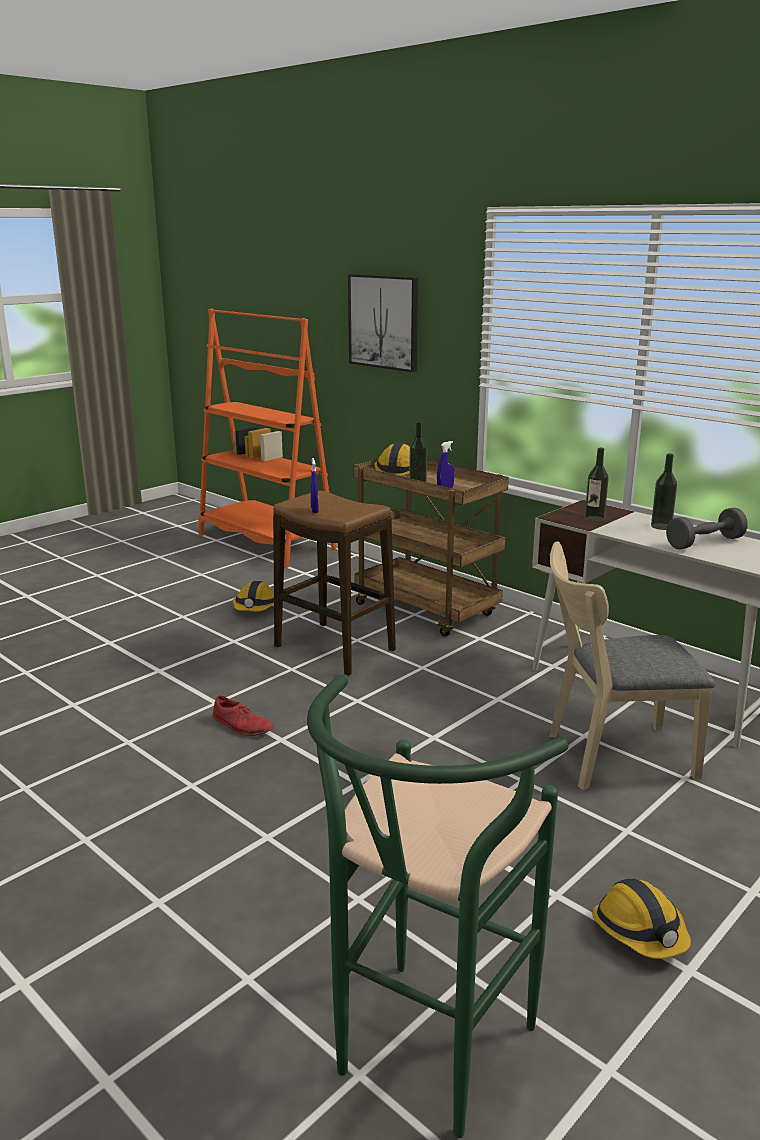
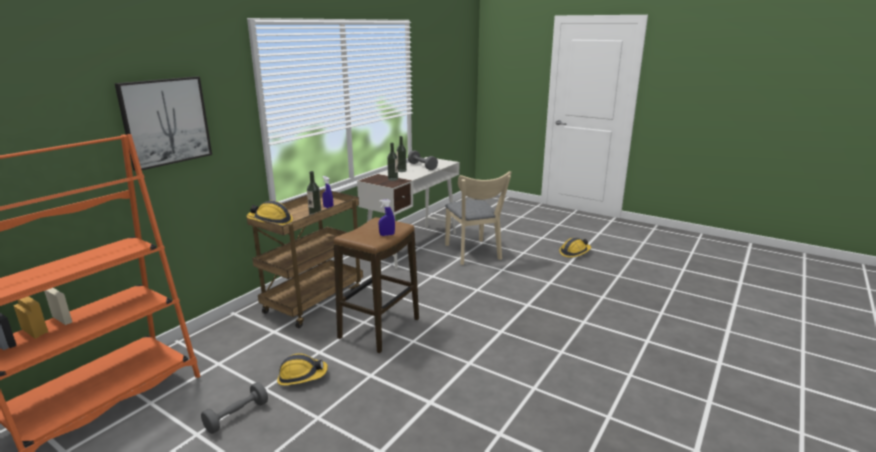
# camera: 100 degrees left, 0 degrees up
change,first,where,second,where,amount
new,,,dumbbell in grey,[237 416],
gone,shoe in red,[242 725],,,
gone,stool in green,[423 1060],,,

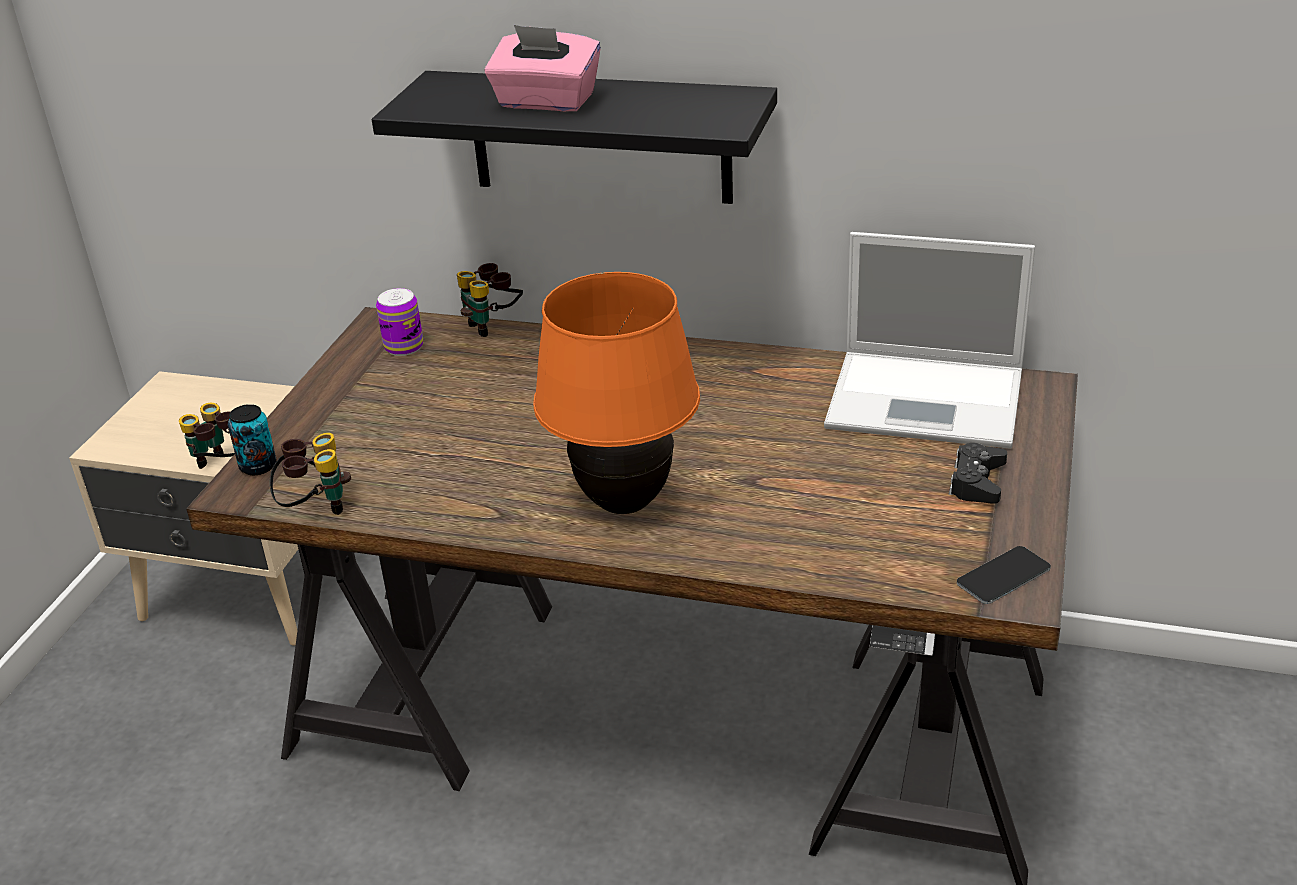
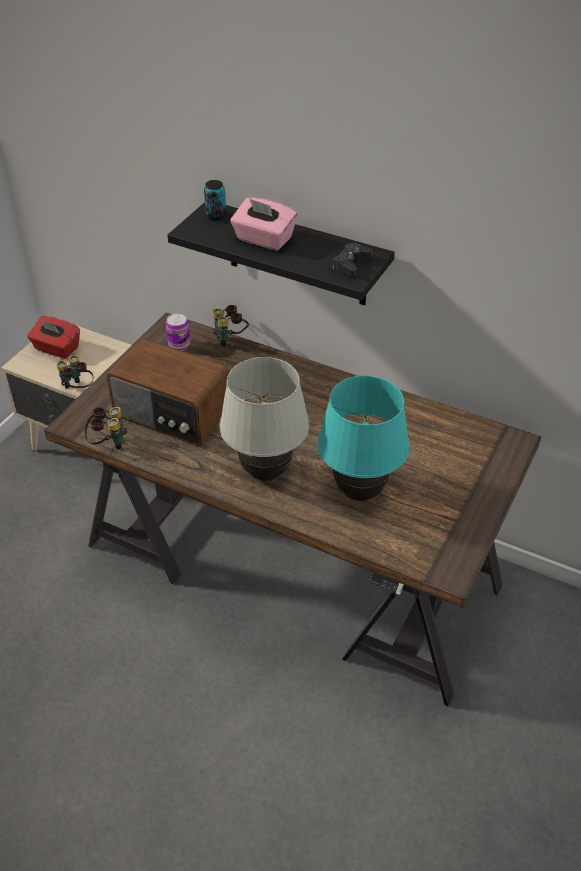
# camera: 10 degrees right, 10 degrees up
change,first,where,second,where,amount
new,,,tissue box in red,[56 348],
new,,,radio,[172 414],
shifted,can,[258 466],,[216 215],
repainted,table lamp in orange,[625 503],table lamp in white,[266 473],
new,,,table lamp in turquoise,[360 492],
shifted,game controller in black,[977 482],,[351 264],
gone,laptop,[929 399],,,
gone,phone,[1003 576],,,

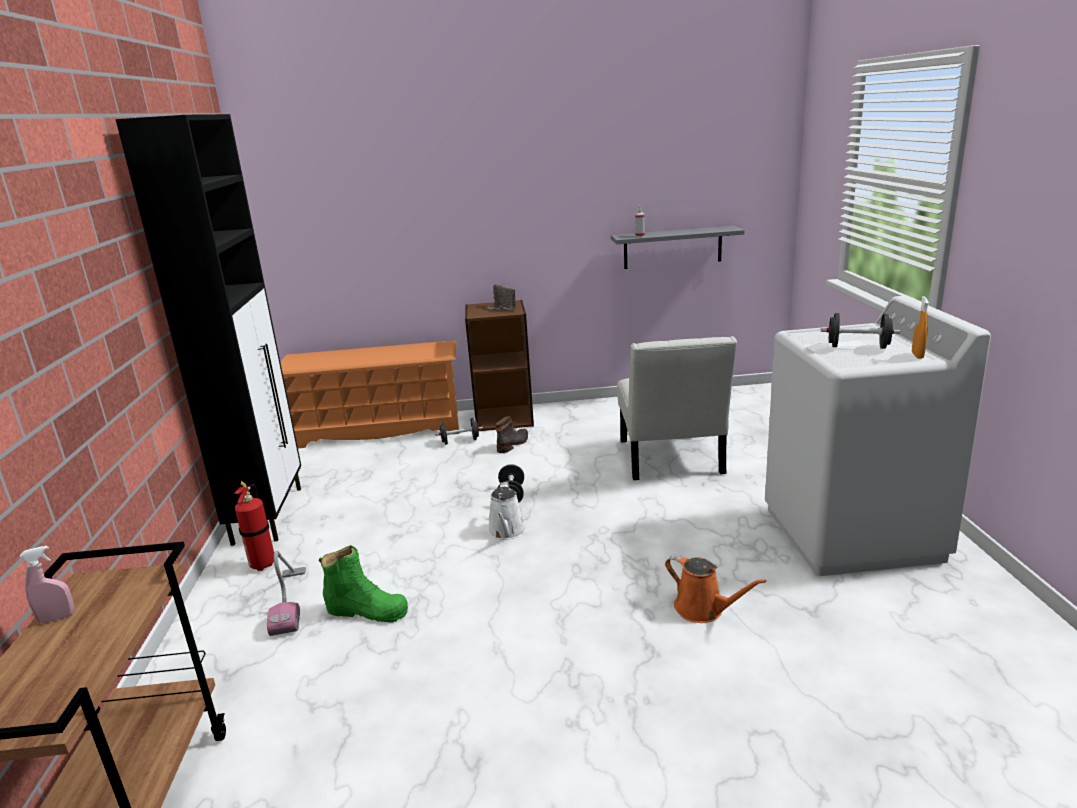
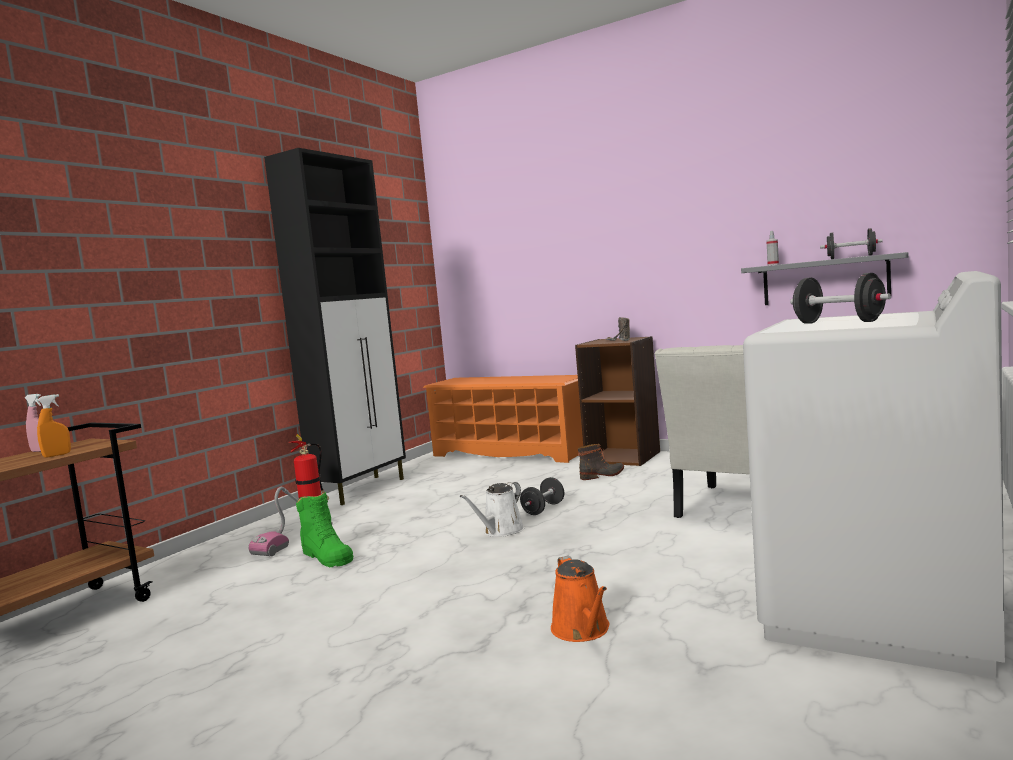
# camera: 35 degrees right, 15 degrees down
change,first,where,second,where,amount
shifted,spray bottle in orange,[917 355],,[57 455],
shifted,dumbbell in black,[460 441],,[851 257],

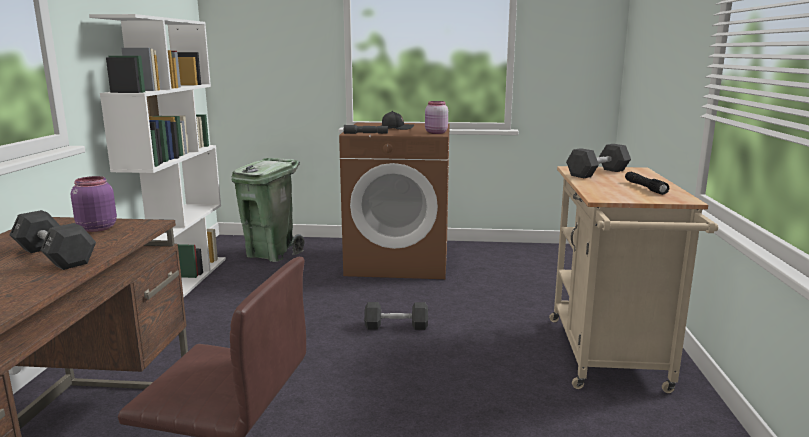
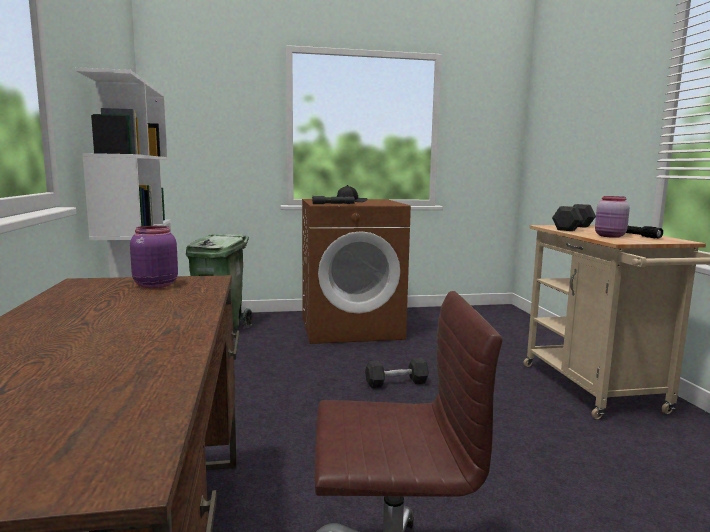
# camera: 15 degrees left, 5 degrees down
change,first,where,second,where,amount
shifted,jar in pink,[436 133],,[610 236],
gone,dumbbell in black,[55 256],,,

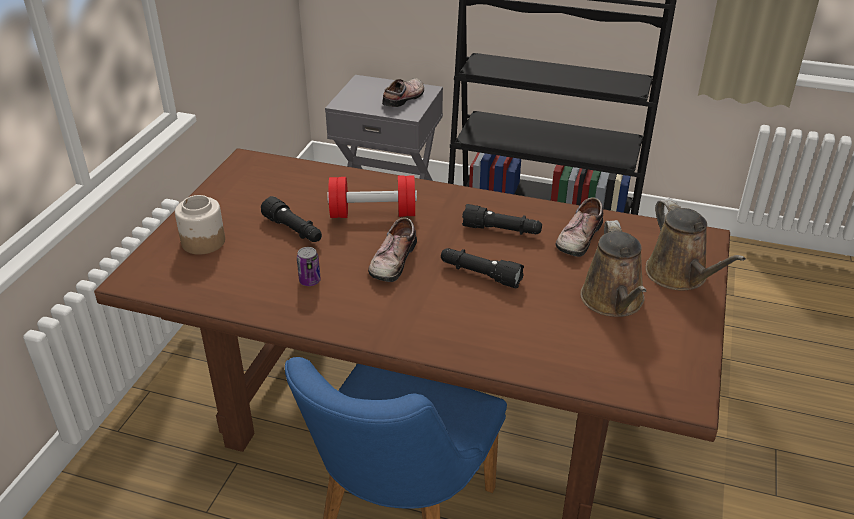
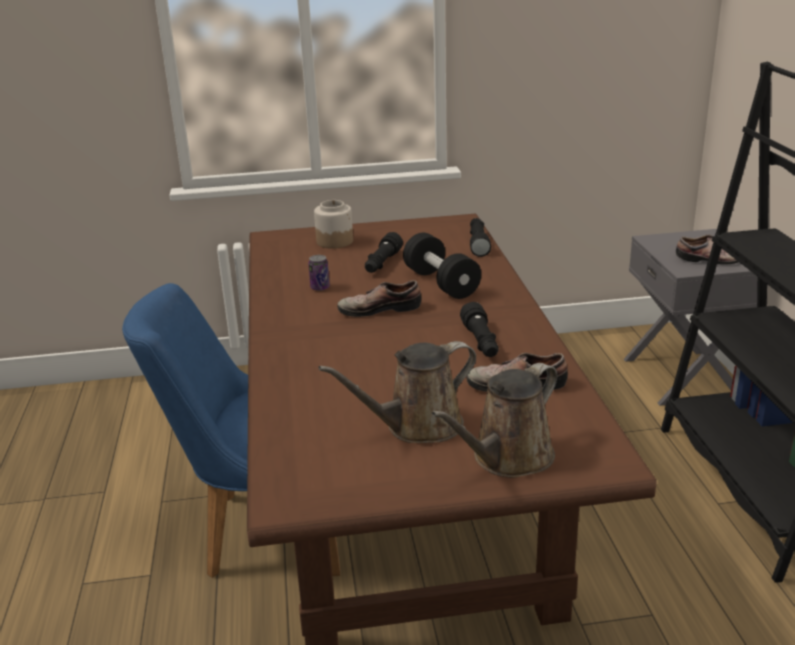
# camera: 65 degrees right, 10 degrees down
change,first,where,second,where,amount
repainted,dumbbell in red,[373 213],dumbbell in black,[441 283],
shifted,flashlight in black,[480 274],,[478 243],

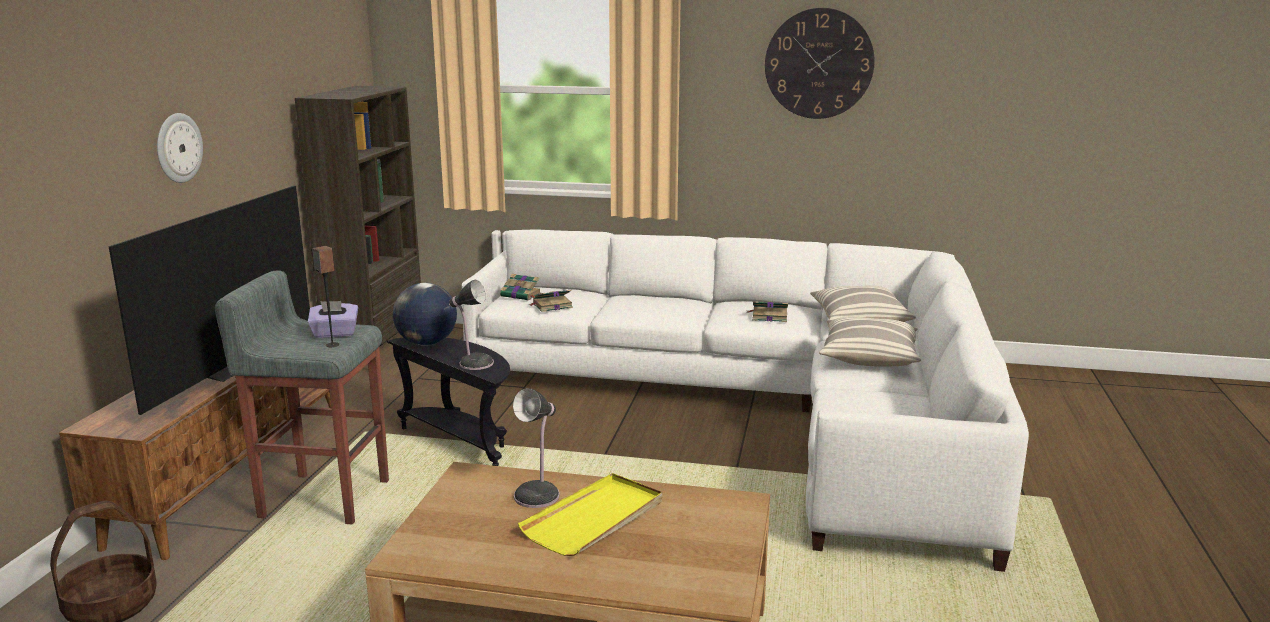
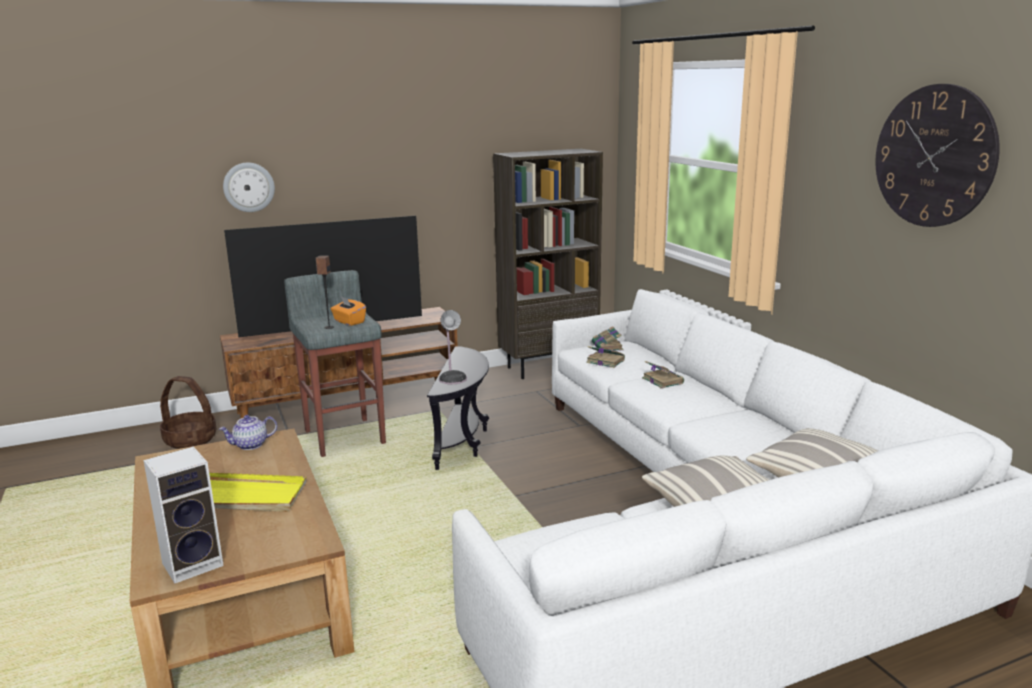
# camera: 55 degrees right, 0 degrees up
change,first,where,second,where,amount
new,,,speaker,[194 563],
new,,,teapot,[250 445],
shifted,wall clock,[178 148],,[249 187],
repainted,tissue box in purple,[335 334],tissue box in orange,[349 322],
shifted,book,[768 316],,[662 380],
gone,globe,[426 343],,,
gone,table lamp,[539 495],,,

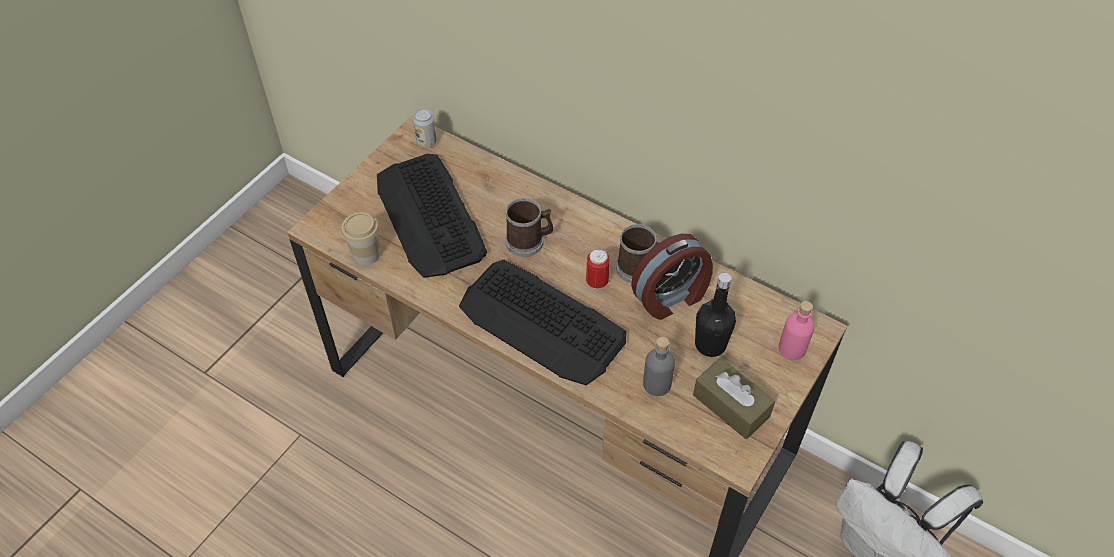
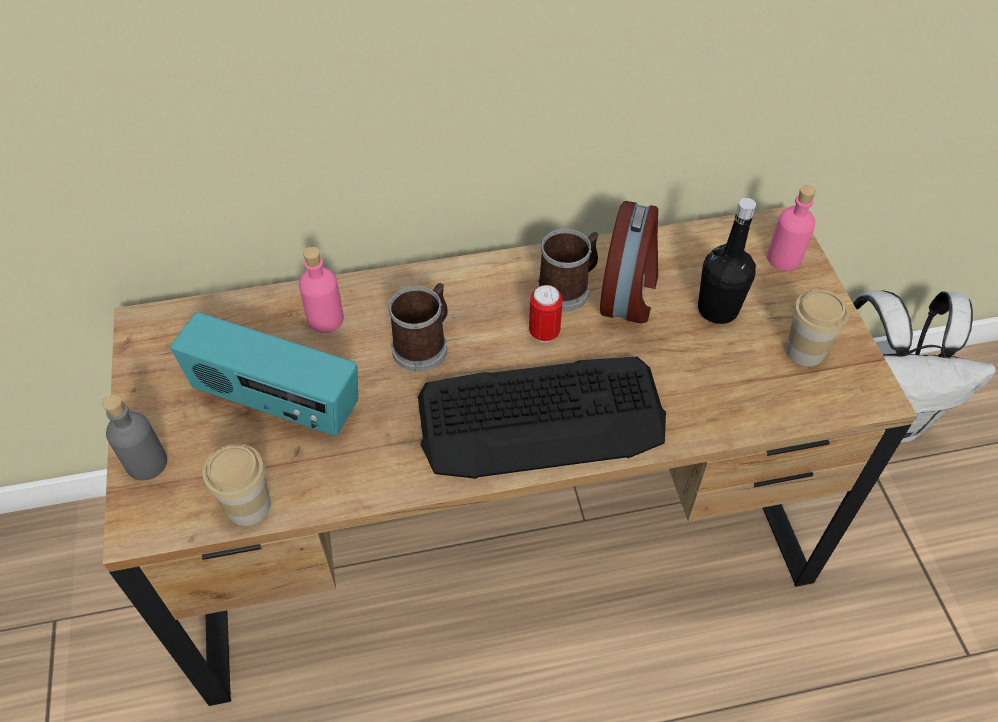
# camera: 45 degrees left, 0 degrees up
change,first,where,second,where,amount
shifted,bottle in grey,[656 384],,[146 463],
swapped,keyboard,[429 216],radio,[276 402],
new,,,bottle in pink,[326 319],
swapped,tissue box in brown,[731 406],cup,[805 350],
gone,can,[426 142],,,

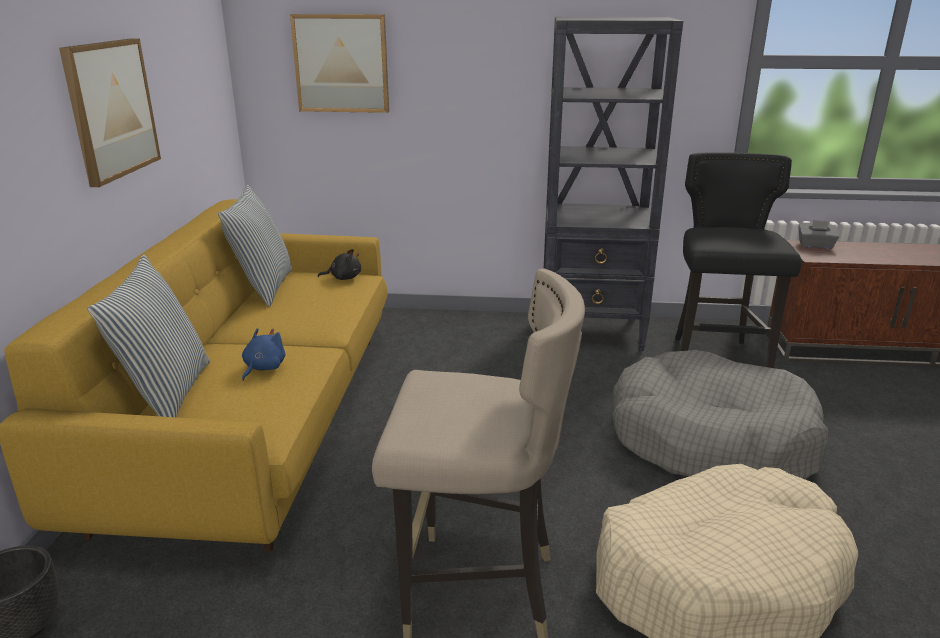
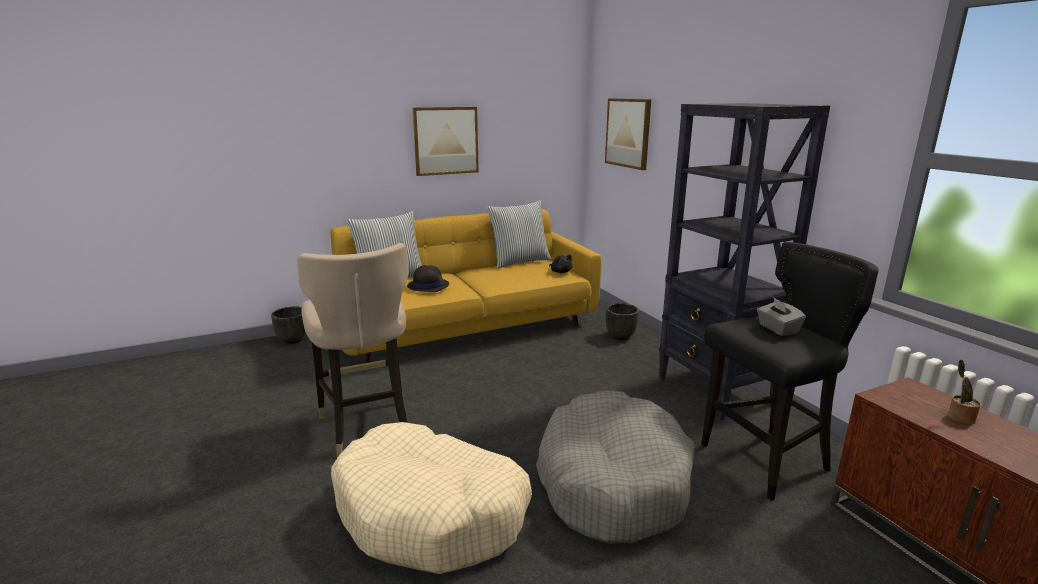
# camera: 60 degrees right, 5 degrees down
change,first,where,second,where,amount
swapped,plush toy in blue,[263 368],hat in black,[428 285],
new,,,planter in black,[620 336],
shifted,tissue box in grey,[815 245],,[777 329],
new,,,potted plant,[959 418],

